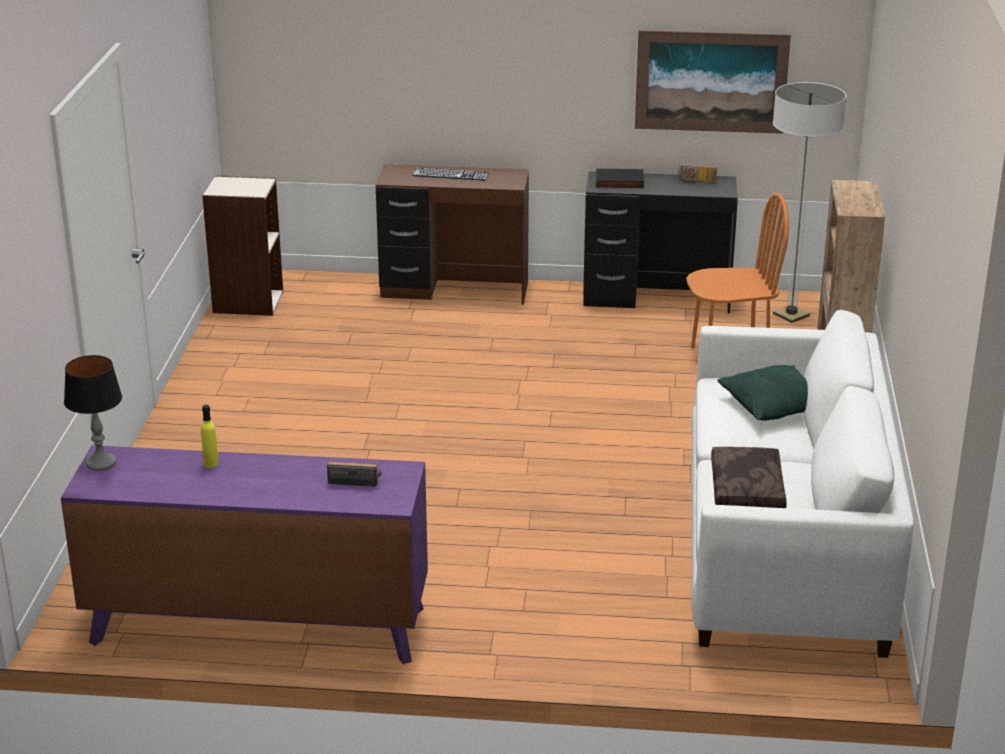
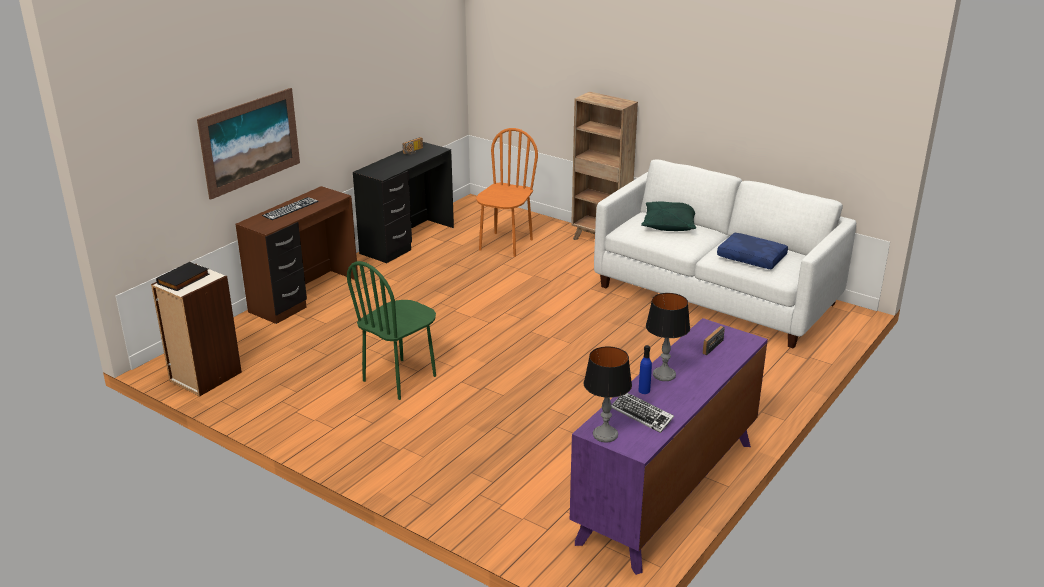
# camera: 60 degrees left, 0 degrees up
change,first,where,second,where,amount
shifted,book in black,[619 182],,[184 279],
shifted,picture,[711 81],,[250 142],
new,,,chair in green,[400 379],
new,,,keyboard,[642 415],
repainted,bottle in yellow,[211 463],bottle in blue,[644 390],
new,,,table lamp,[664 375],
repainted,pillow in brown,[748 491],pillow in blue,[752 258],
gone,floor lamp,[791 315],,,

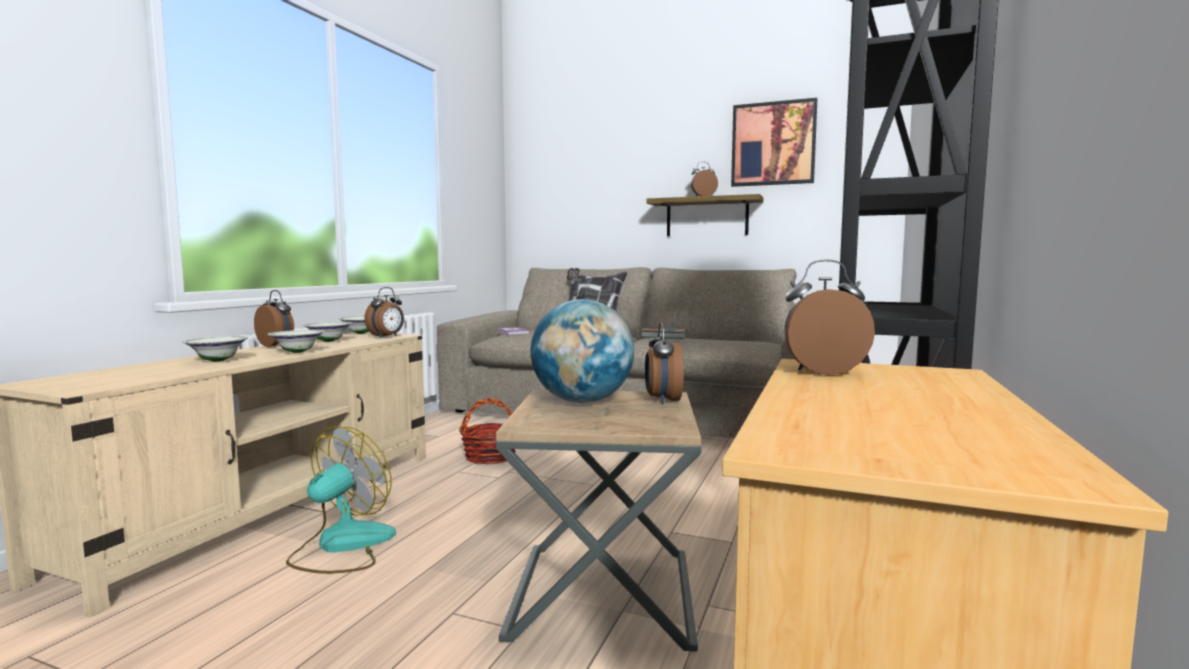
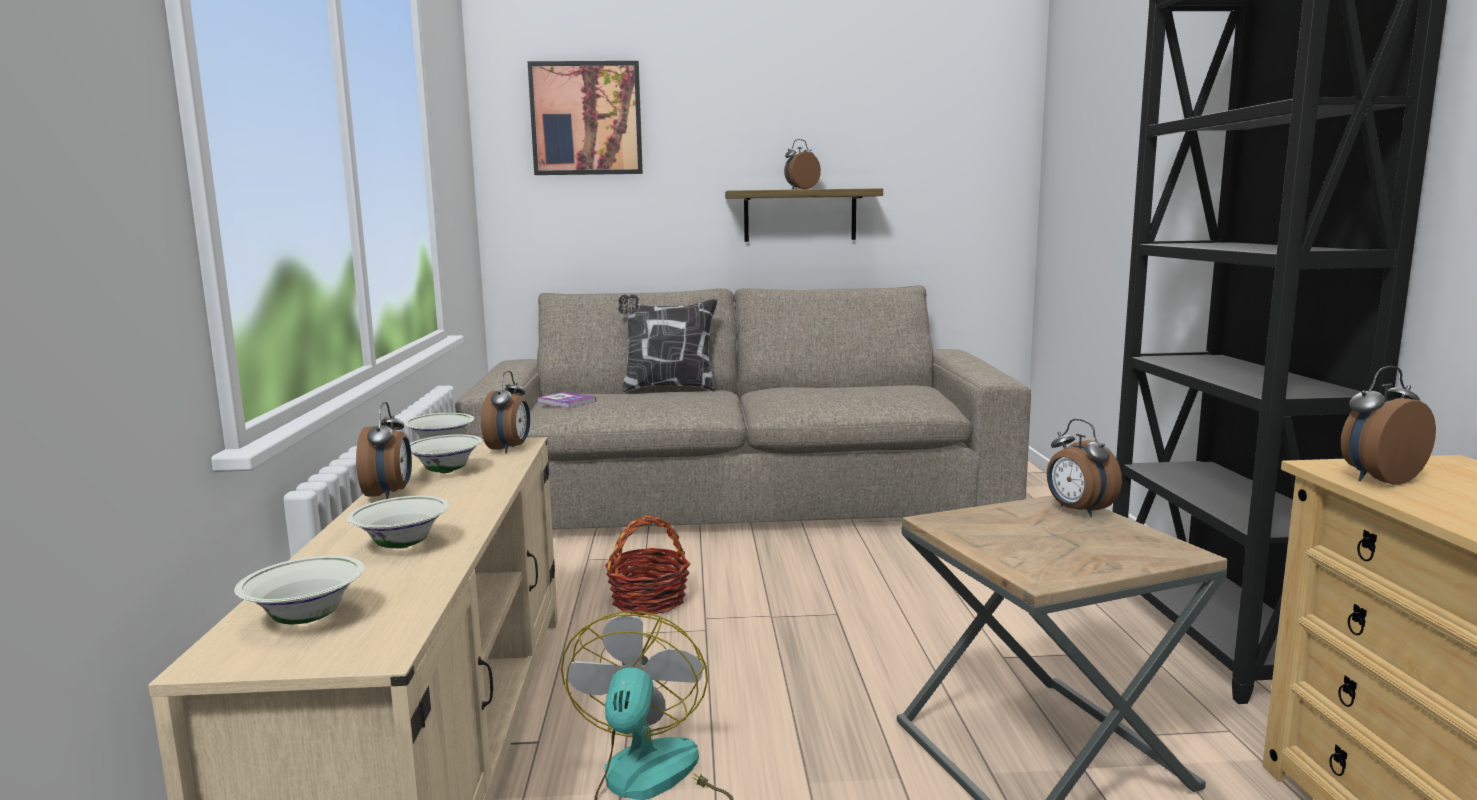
# camera: 25 degrees left, 5 degrees up
change,first,where,second,where,amount
shifted,bowl in white,[297 352],,[306 619],
rotated,alarm clock,[277 345],,[389 494],75 degrees clockwise
shifted,picture,[773 144],,[586 119],
gone,globe,[582 401],,,
gone,book,[664 336],,,

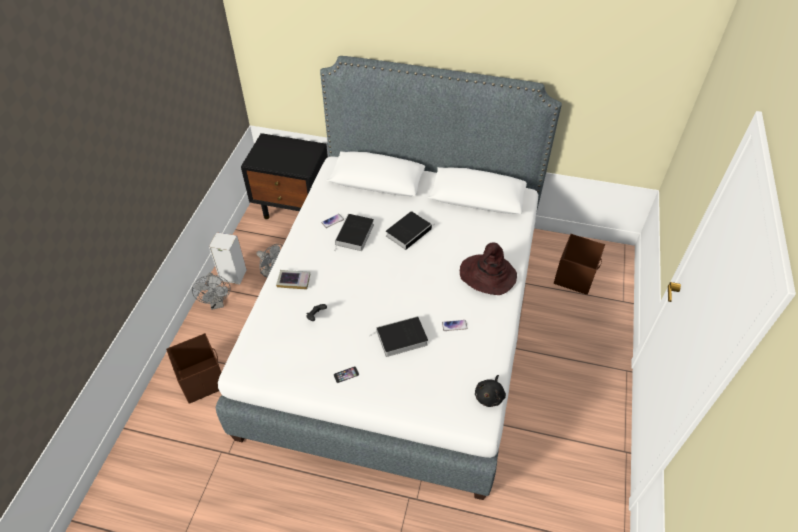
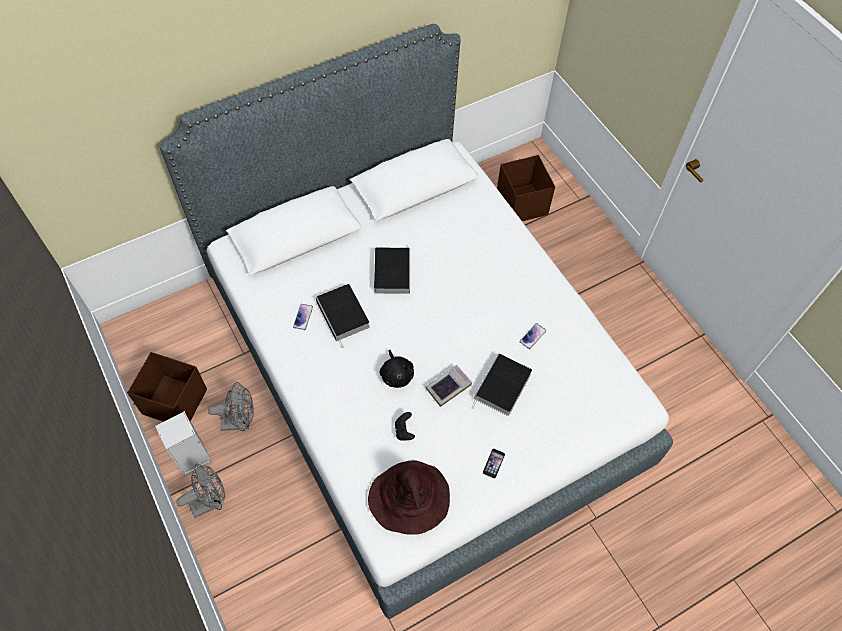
# camera: 45 degrees left, 10 degrees up
change,first,where,second,where,amount
shifted,storage box in brown,[202 379],,[174 401],
rotated,fan in grey,[217 303],,[210 501],60 degrees counterclockwise
shifted,hat in brown,[487 275],,[409 498],
shifted,plush toy in black,[489 396],,[397 374],
shifted,book,[294 281],,[448 387],
gone,nightstand in black,[294 207],,,

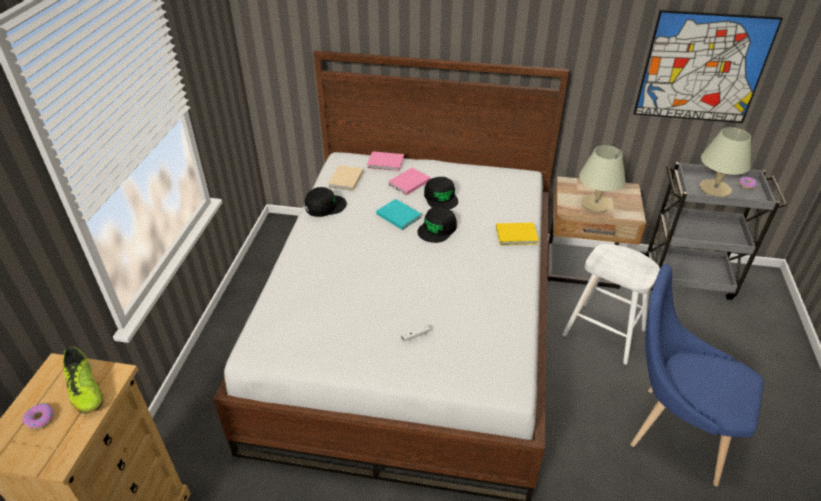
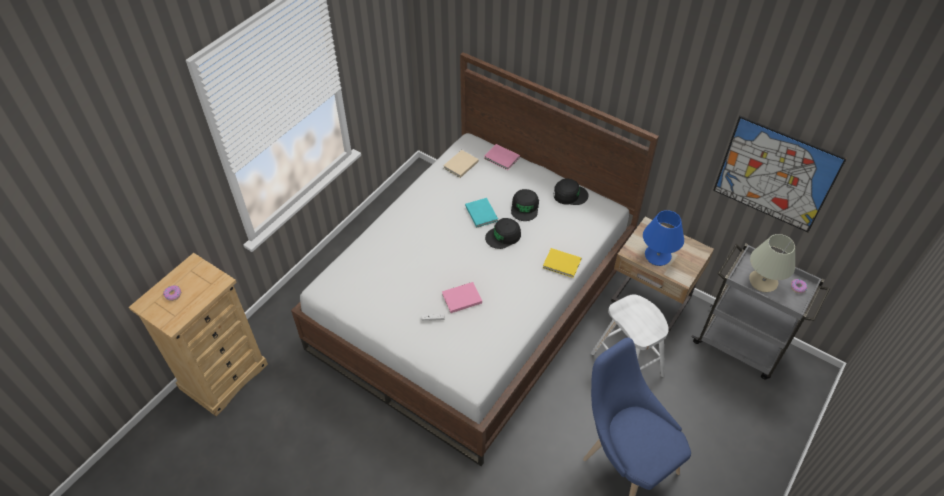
# camera: 25 degrees right, 10 degrees up
change,first,where,second,where,amount
shifted,book in pink,[408 183],,[460 298],
shifted,cap in black,[325 206],,[570 195],
repainted,table lamp in beige,[596 204],table lamp in blue,[658 256],
gone,shoe,[85 389],,,

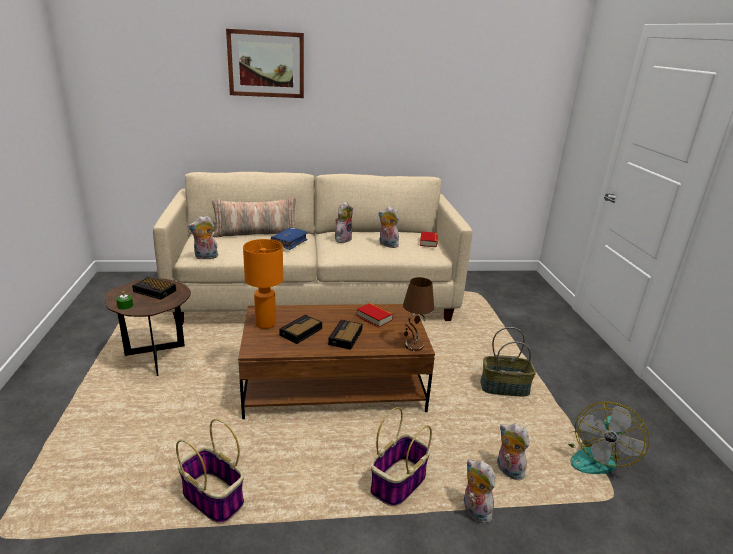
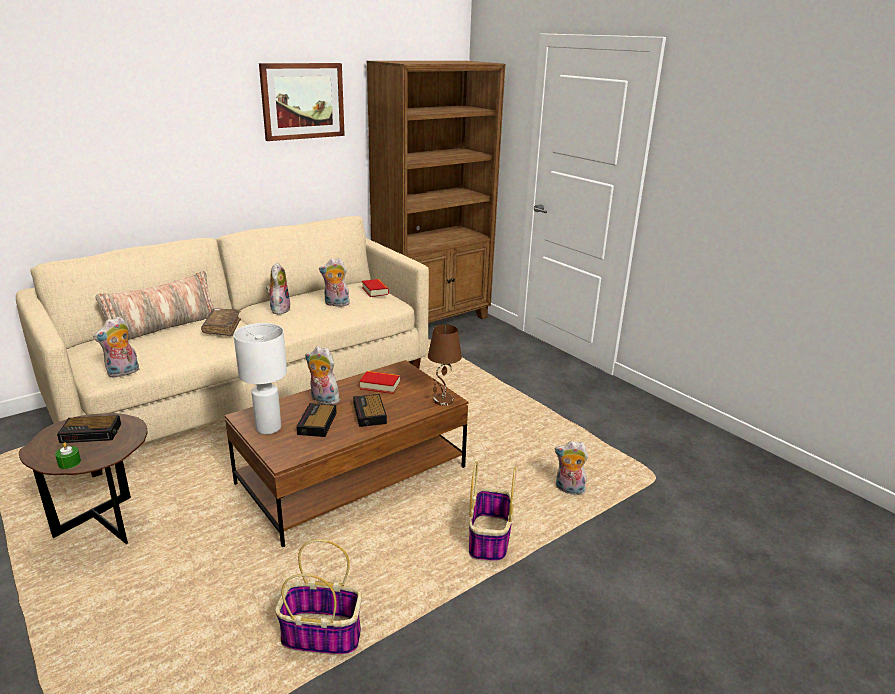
# camera: 30 degrees left, 0 degrees up
change,first,where,second,where,amount
repainted,book in blue,[289 242],book in brown,[222 328],
repainted,table lamp in orange,[265 324],table lamp in white,[268 428],
shifted,picture,[266 64],,[302 101],
shifted,plush toy,[474 511],,[323 400],
new,,,bookcase in brown,[433 320],
gone,basket,[504 387],,,
gone,fan,[594 456],,,

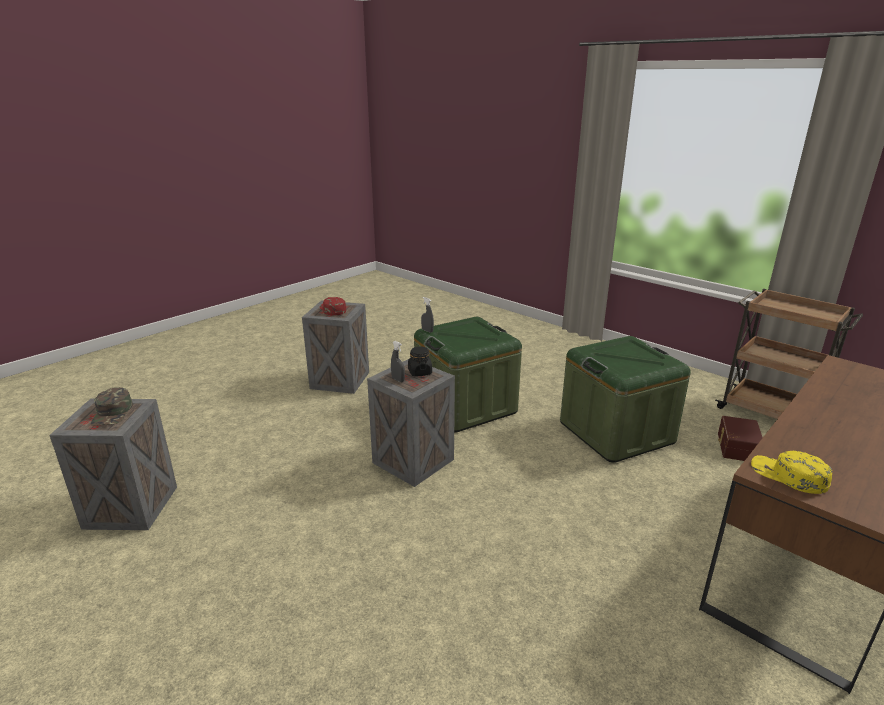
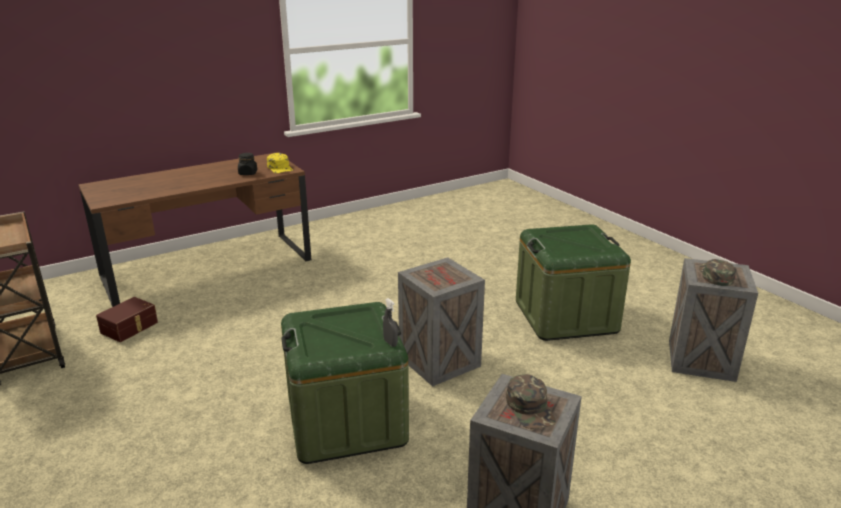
# camera: 165 degrees left, 0 degrees up
change,first,where,second,where,amount
shifted,jar in black,[419 372],,[248 173],
repainted,cap in red,[332 309],cap in green,[530 408],
shifted,storage box in green,[616 432],,[565 316],
gone,spray bottle in grey,[398 380],,,

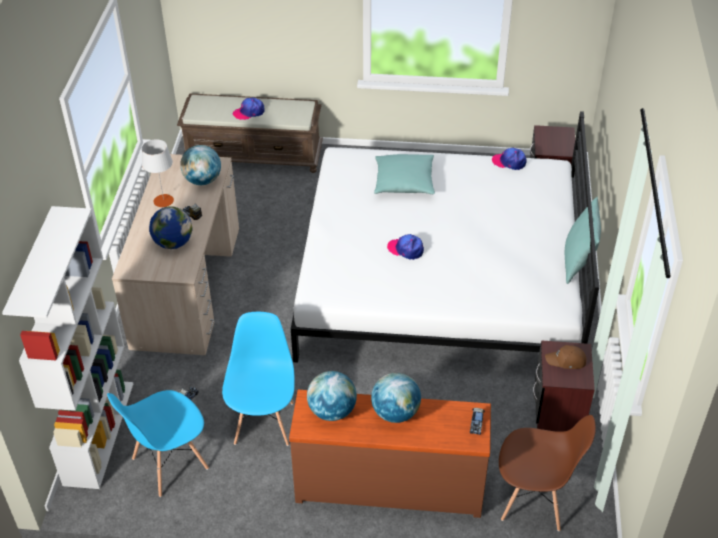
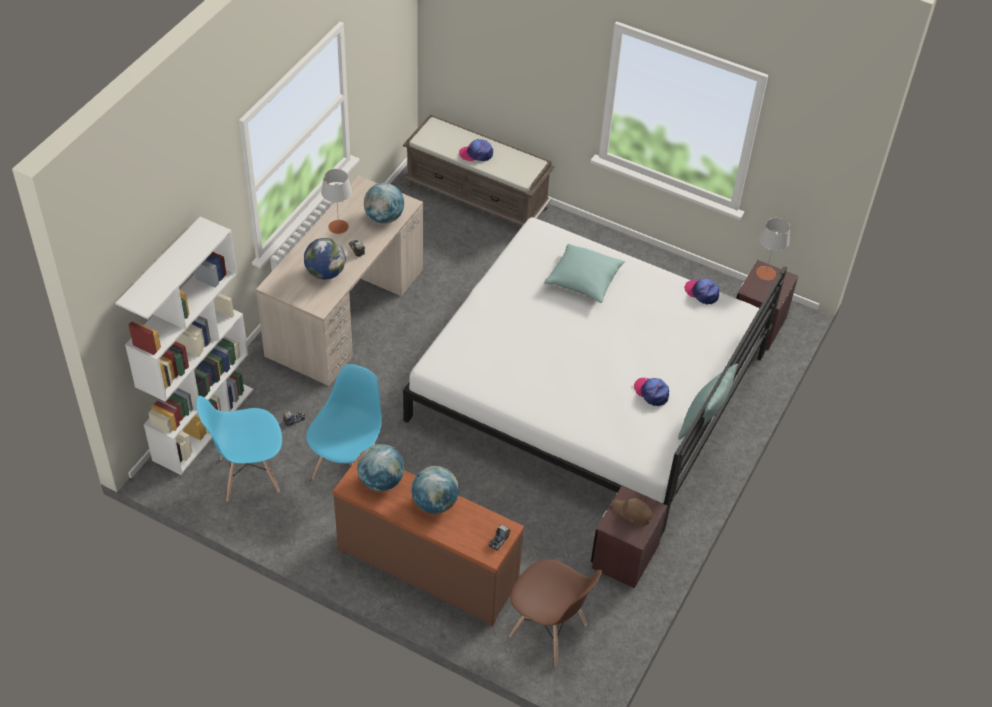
# camera: 20 degrees right, 5 degrees up
change,first,where,second,where,amount
shifted,cap,[406 249],,[651 392],
new,,,table lamp in grey,[766 273],

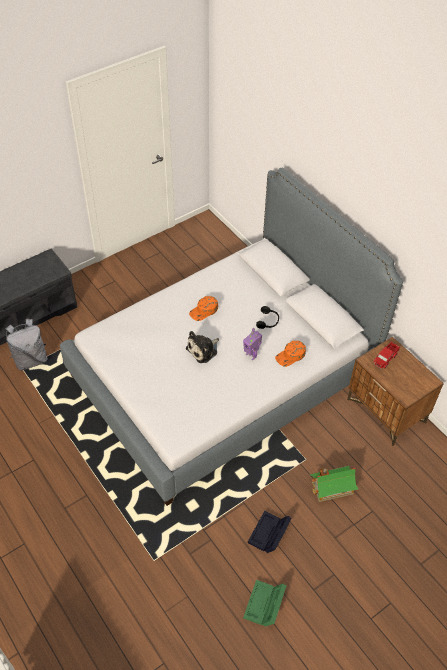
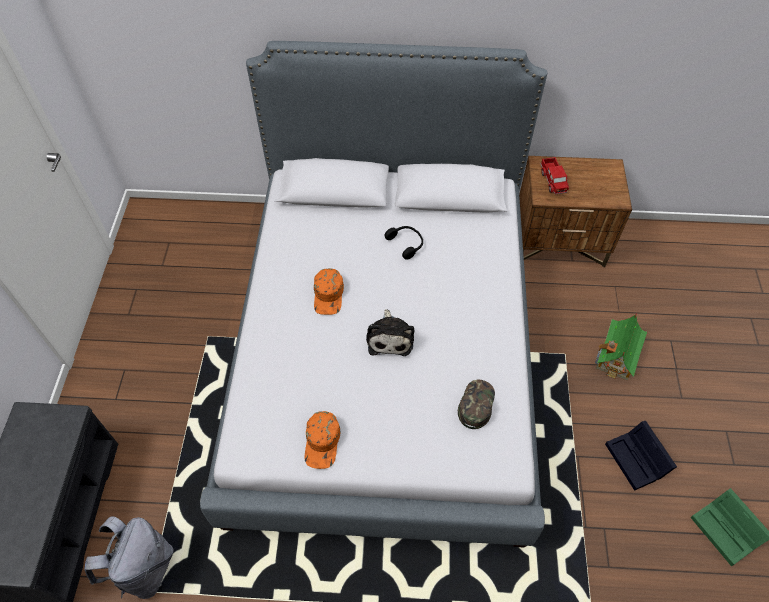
# camera: 50 degrees left, 5 degrees up
change,first,where,second,where,amount
shifted,cap in orange,[290 356],,[322 442],
new,,,cap in green,[475 404],
gone,toy robot,[251 355],,,

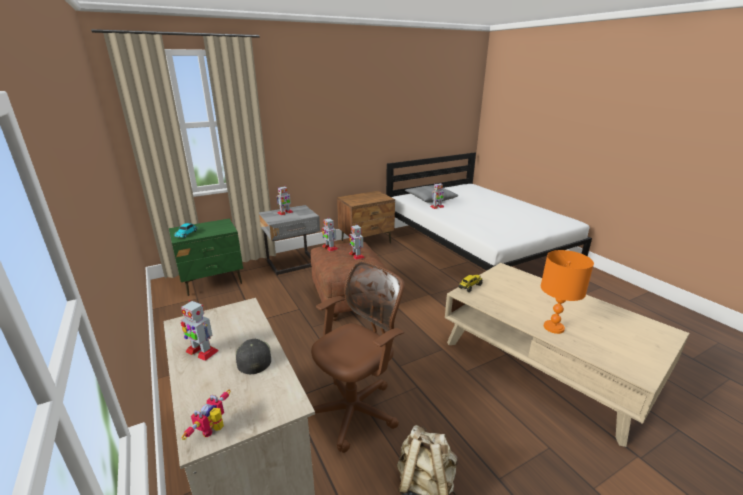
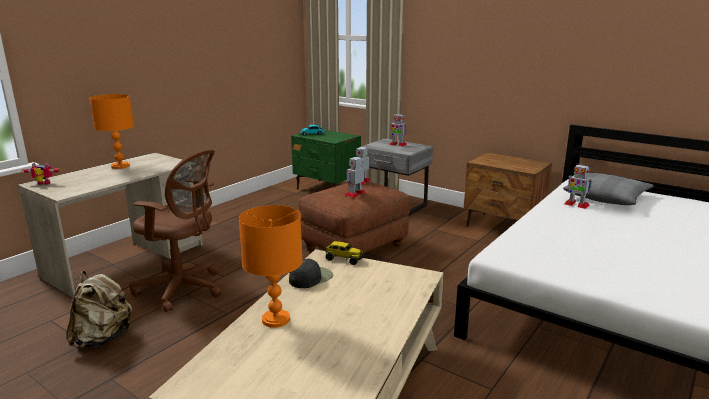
# camera: 65 degrees right, 5 degrees down
change,first,where,second,where,amount
swapped,toy robot,[201 351],table lamp in orange,[120 166],
shifted,cap in black,[253 357],,[310 277],

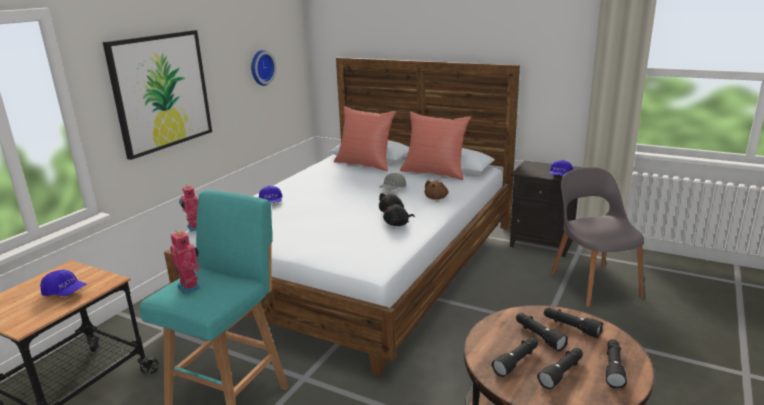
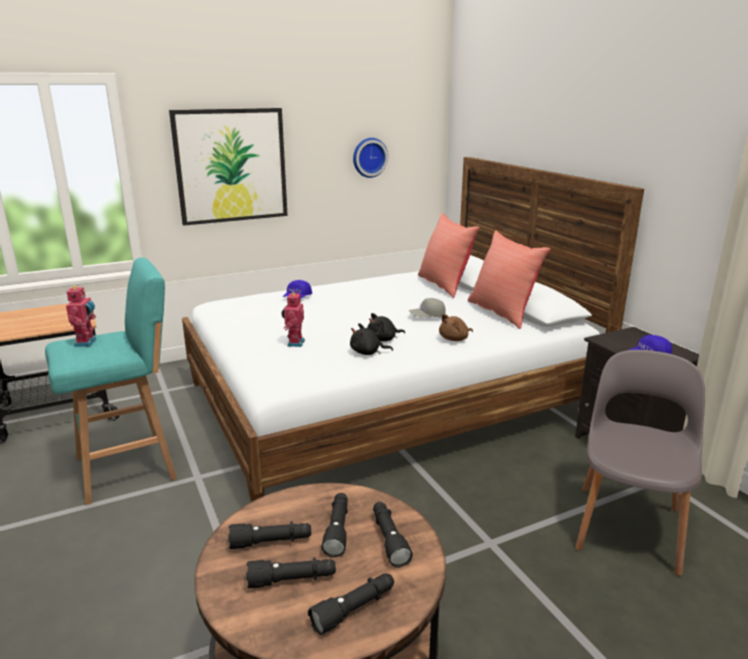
# camera: 35 degrees right, 0 degrees up
change,first,where,second,where,amount
shifted,toy robot,[193 228],,[294 343],
gone,cap in blue,[65 292],,,

